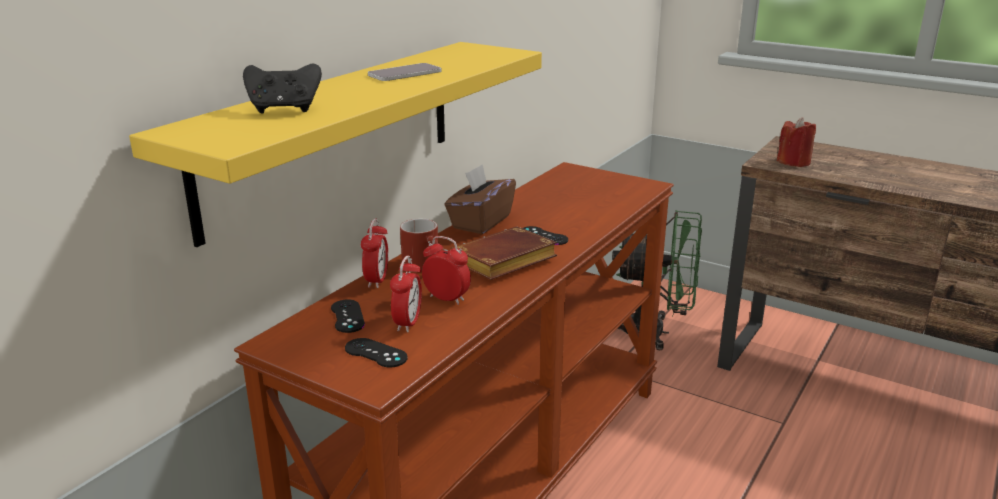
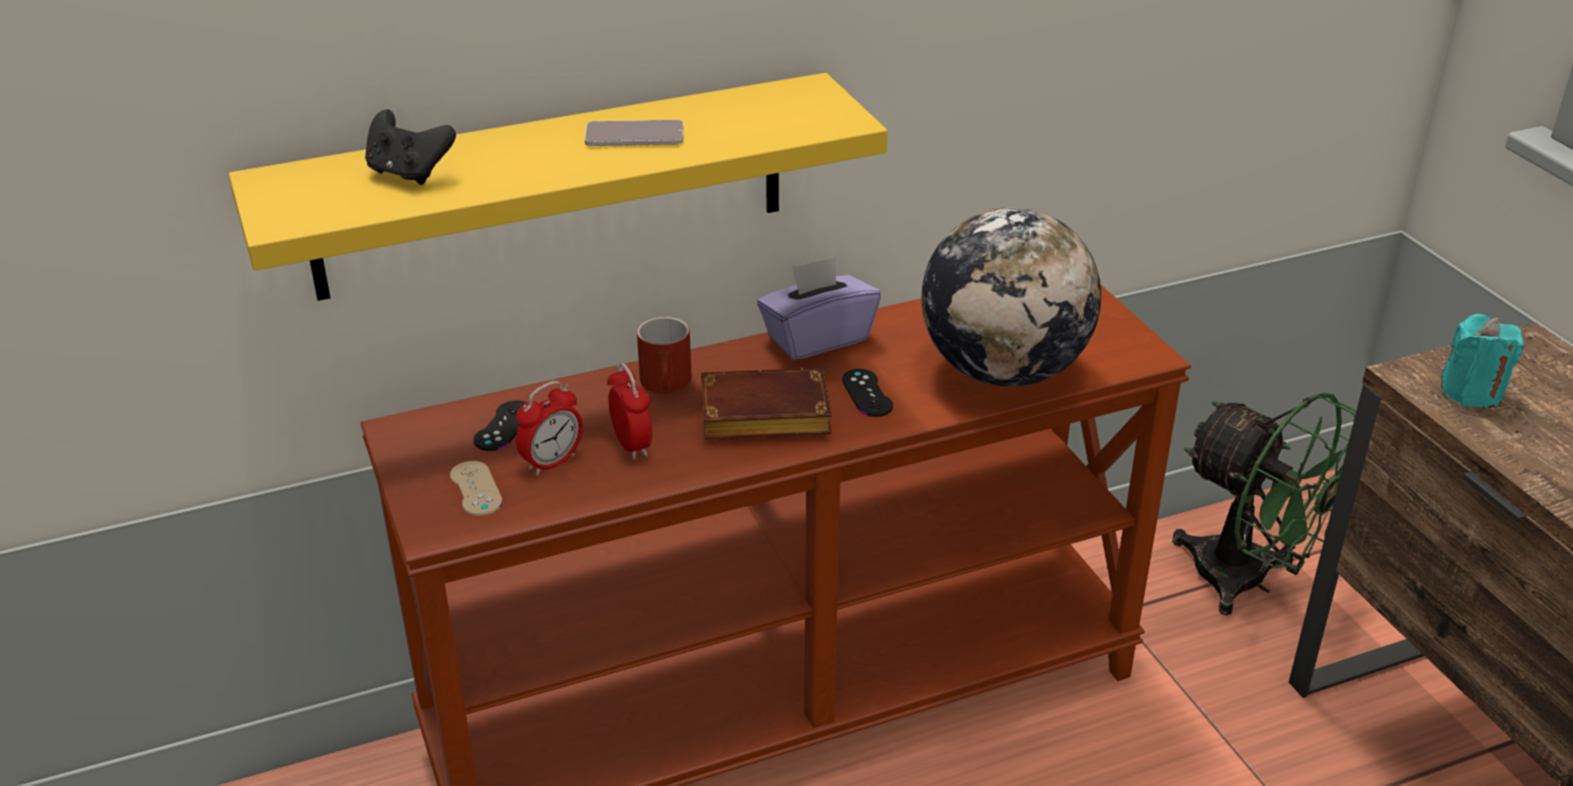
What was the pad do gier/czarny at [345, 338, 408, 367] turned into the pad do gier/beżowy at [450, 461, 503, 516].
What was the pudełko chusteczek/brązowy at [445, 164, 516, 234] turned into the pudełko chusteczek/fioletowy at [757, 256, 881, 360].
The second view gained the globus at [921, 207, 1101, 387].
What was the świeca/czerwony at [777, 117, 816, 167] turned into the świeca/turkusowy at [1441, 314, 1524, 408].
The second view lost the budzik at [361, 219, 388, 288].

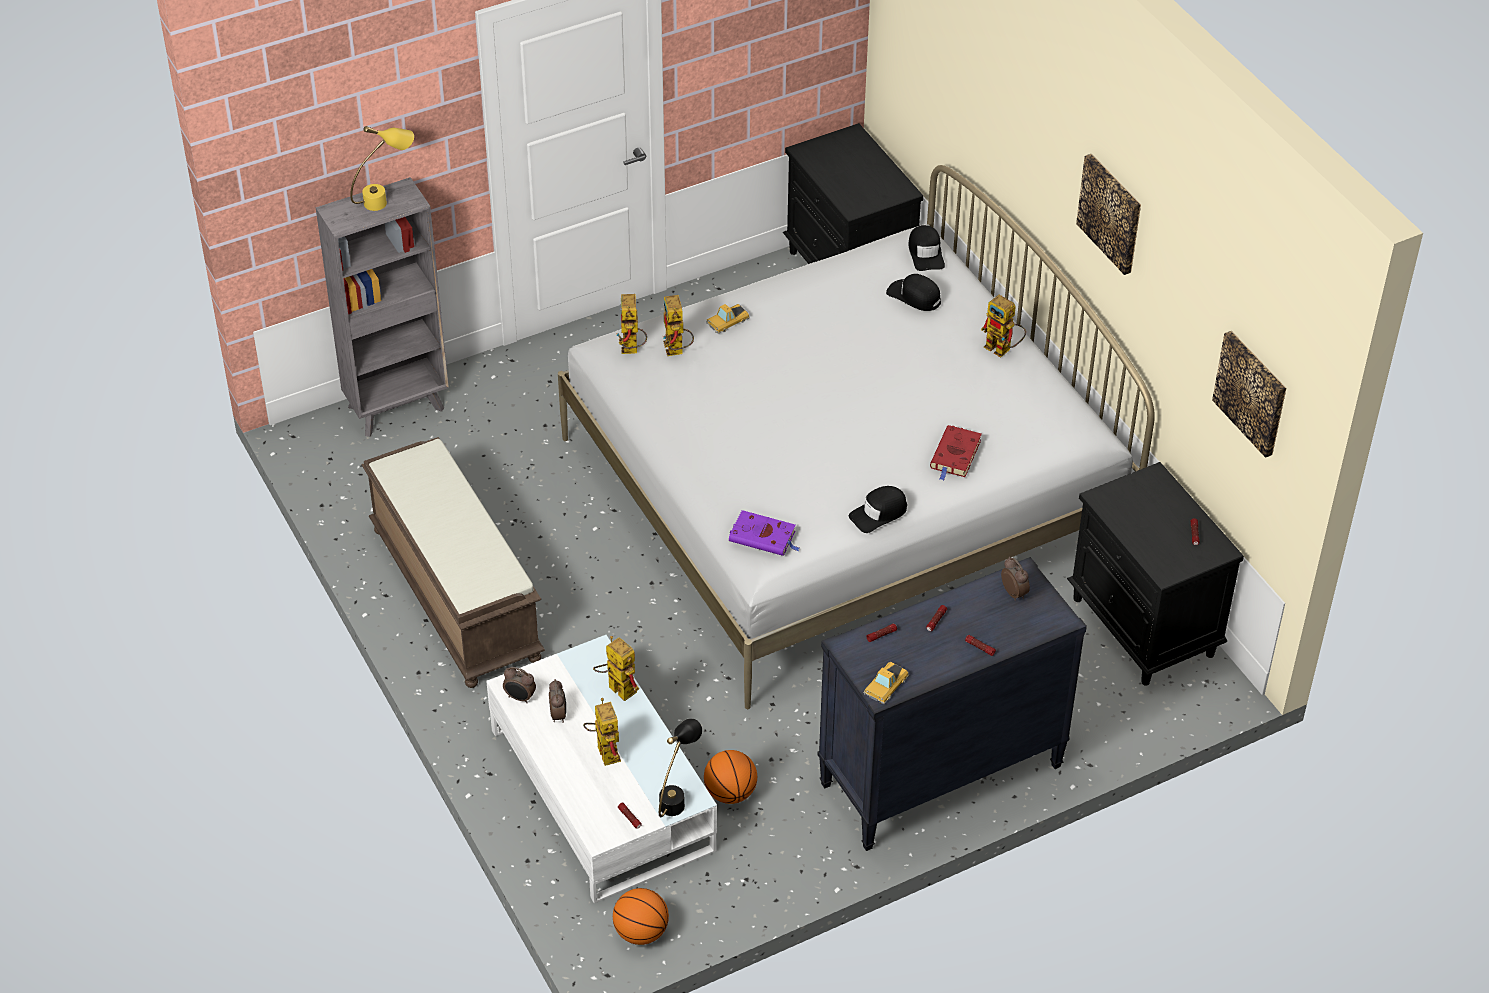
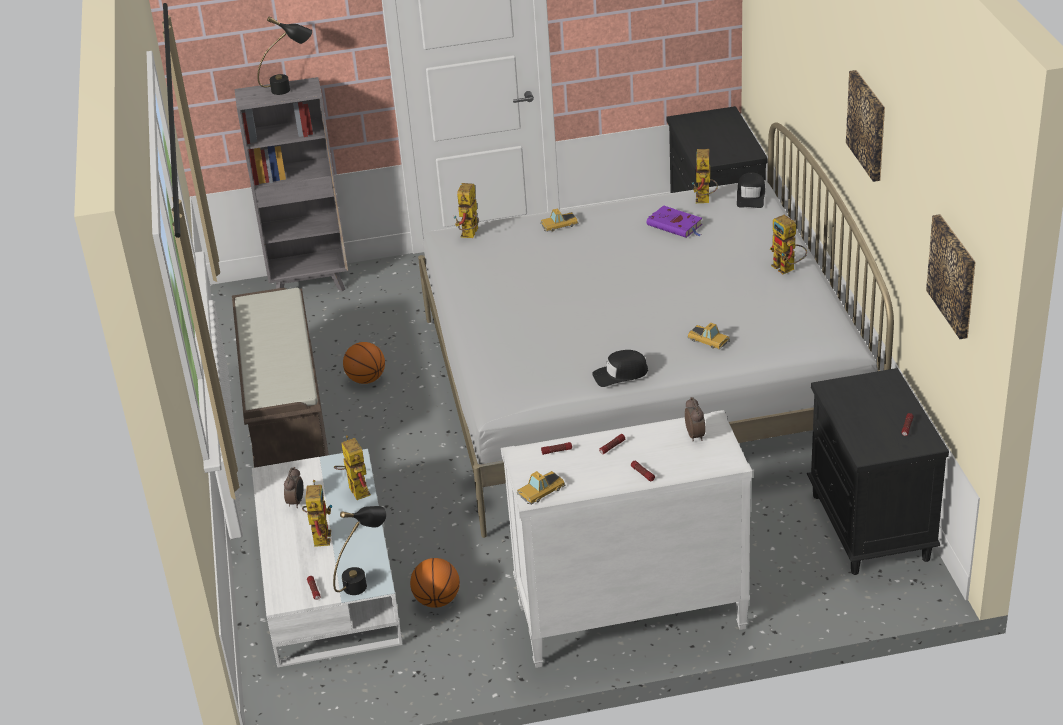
What was the lampa stołowa/żółty at [350, 126, 414, 211] turned into the lampa stołowa/czarny at [257, 16, 312, 95].
The piłka do koszykówki ended up elsewhere, having gone from [613, 888, 669, 945] to [343, 342, 385, 384].
What was the komoda/czarny at [817, 557, 1087, 851] turned into the komoda/biały at [501, 410, 753, 668].
The książka/fioletowy ended up elsewhere, having gone from [729, 510, 800, 556] to [647, 205, 702, 238].
Where the książka/czerwony stood at [930, 425, 982, 481], the samochodzik came to stand at [687, 323, 730, 349].
The robot zabawkowy ended up elsewhere, having gone from [662, 295, 694, 356] to [691, 149, 718, 203].
The second view lost the budzik at [503, 667, 536, 703].
The second view lost the czapka z daszkiem/czarny at [886, 274, 941, 311].

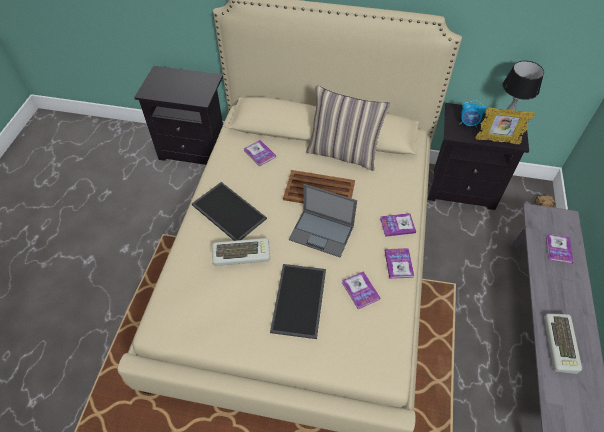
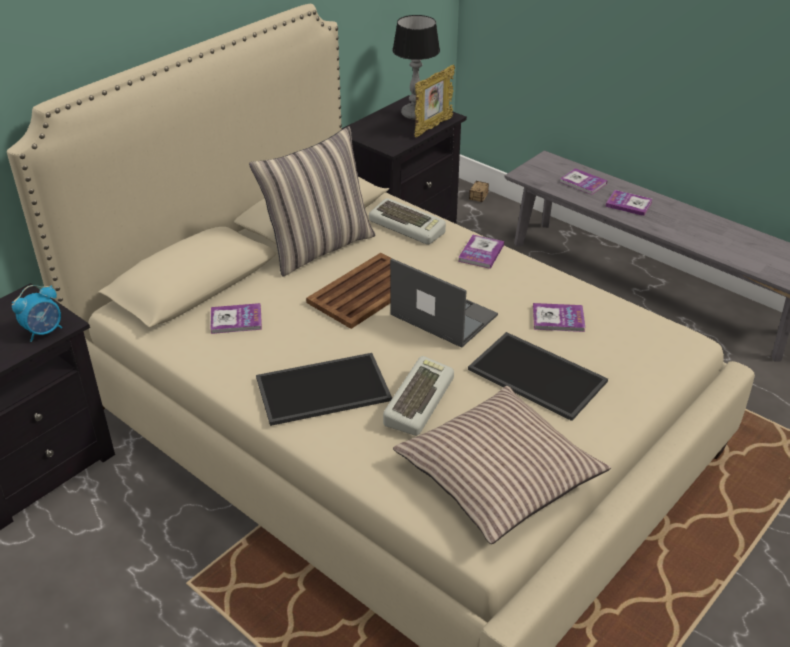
The budzik ended up elsewhere, having gone from [460, 100, 486, 128] to [12, 285, 62, 342].
The klawiatura ended up elsewhere, having gone from [544, 313, 582, 374] to [369, 198, 446, 245].
The laptop at [289, 184, 357, 257] ended up facing another way, 105 degrees counterclockwise from before.
The second view gained the poduszka at [393, 386, 611, 544].
The książka ended up elsewhere, having gone from [385, 248, 414, 279] to [605, 190, 652, 216].

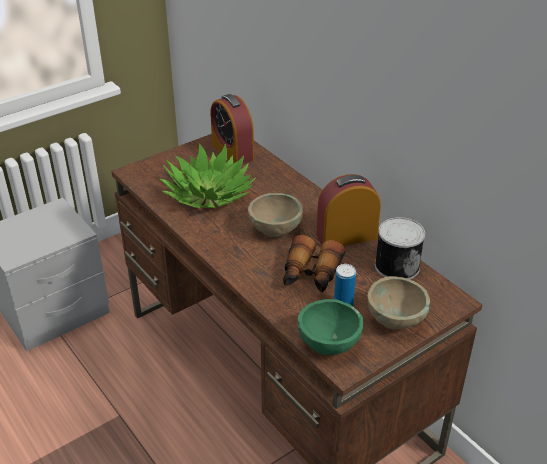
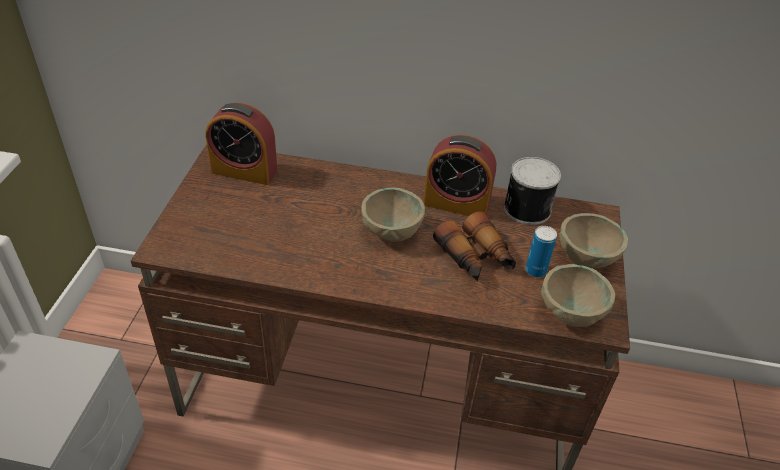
The budzik at [316, 174, 381, 246] ended up facing another way, 105 degrees counterclockwise from before.
What was the miska/zielony at [298, 299, 363, 355] turned into the miska/beżowy at [541, 264, 615, 327].
The second view lost the roślina doniczkowa at [160, 143, 256, 208].

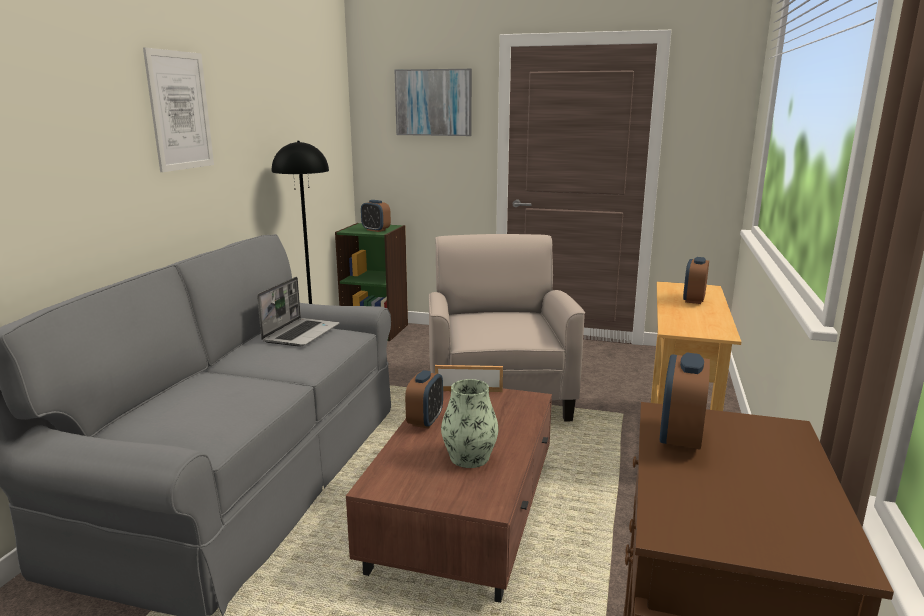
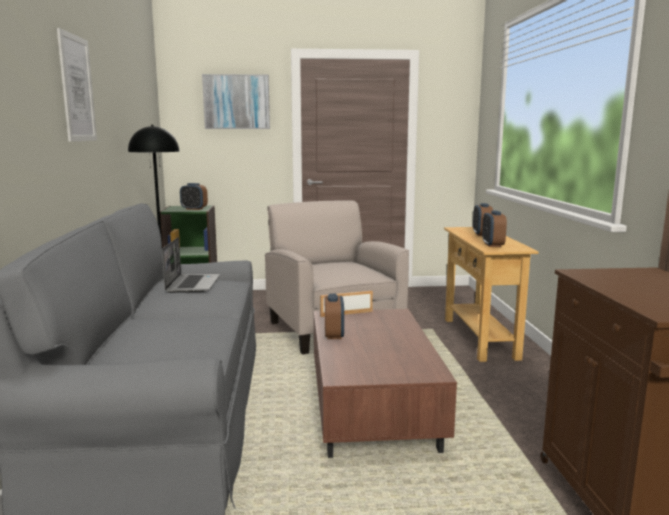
The budzik ended up elsewhere, having gone from [660, 353, 710, 452] to [482, 211, 507, 247].
The second view lost the wazon at [441, 379, 499, 468].

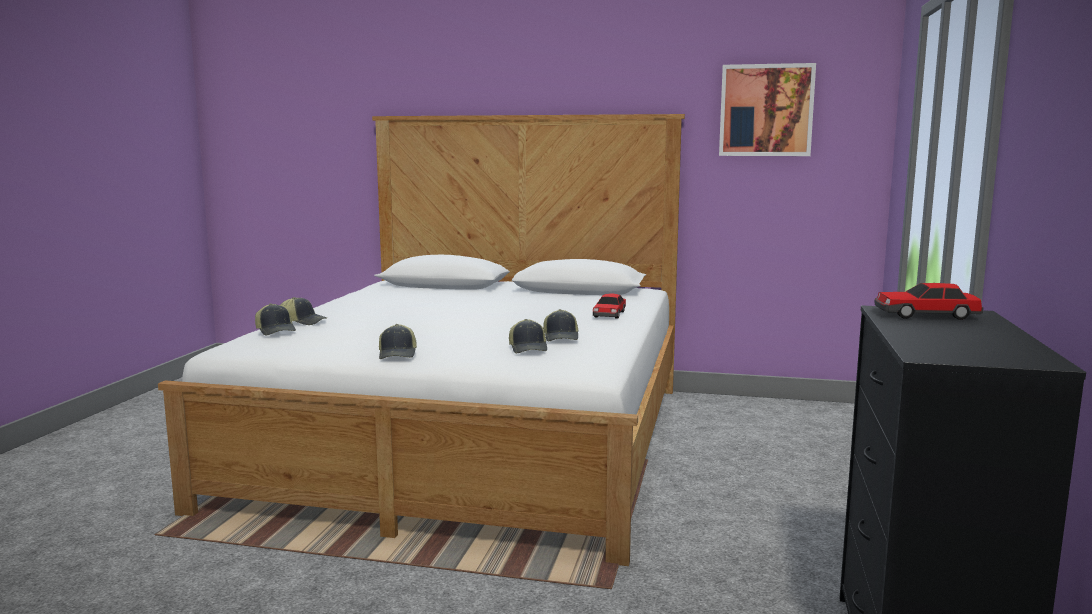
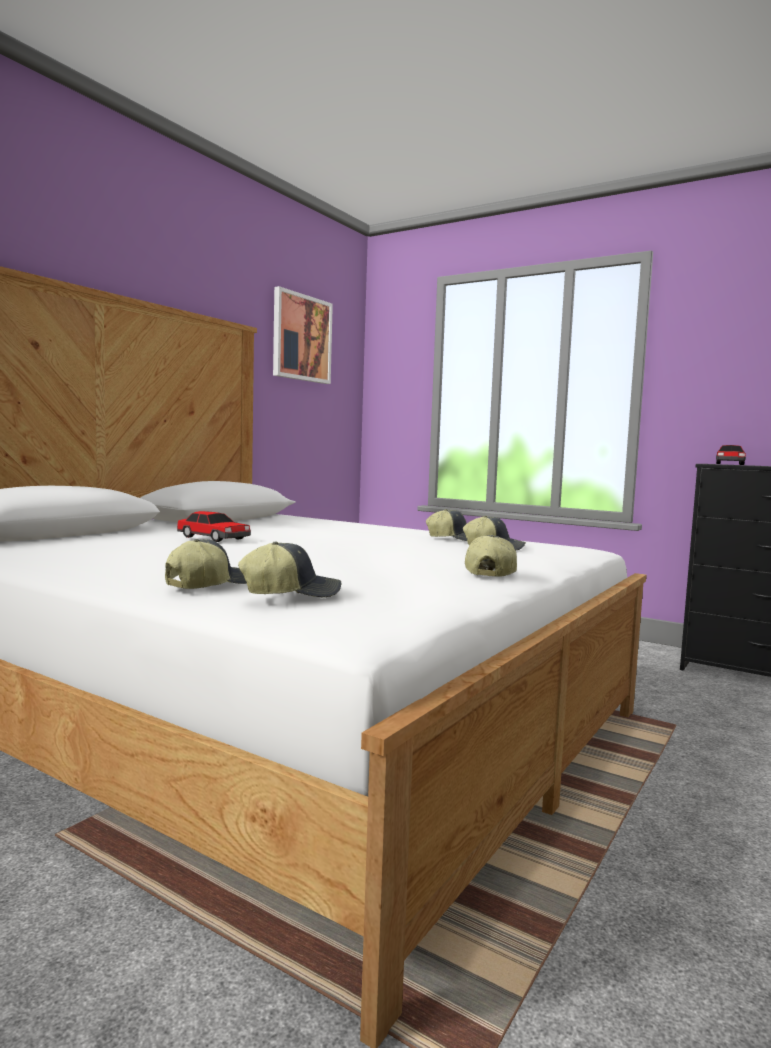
The samochodzik ended up elsewhere, having gone from [593, 294, 626, 319] to [177, 511, 251, 542].
The czapka z daszkiem at [379, 324, 417, 359] ended up facing another way, 90 degrees counterclockwise from before.

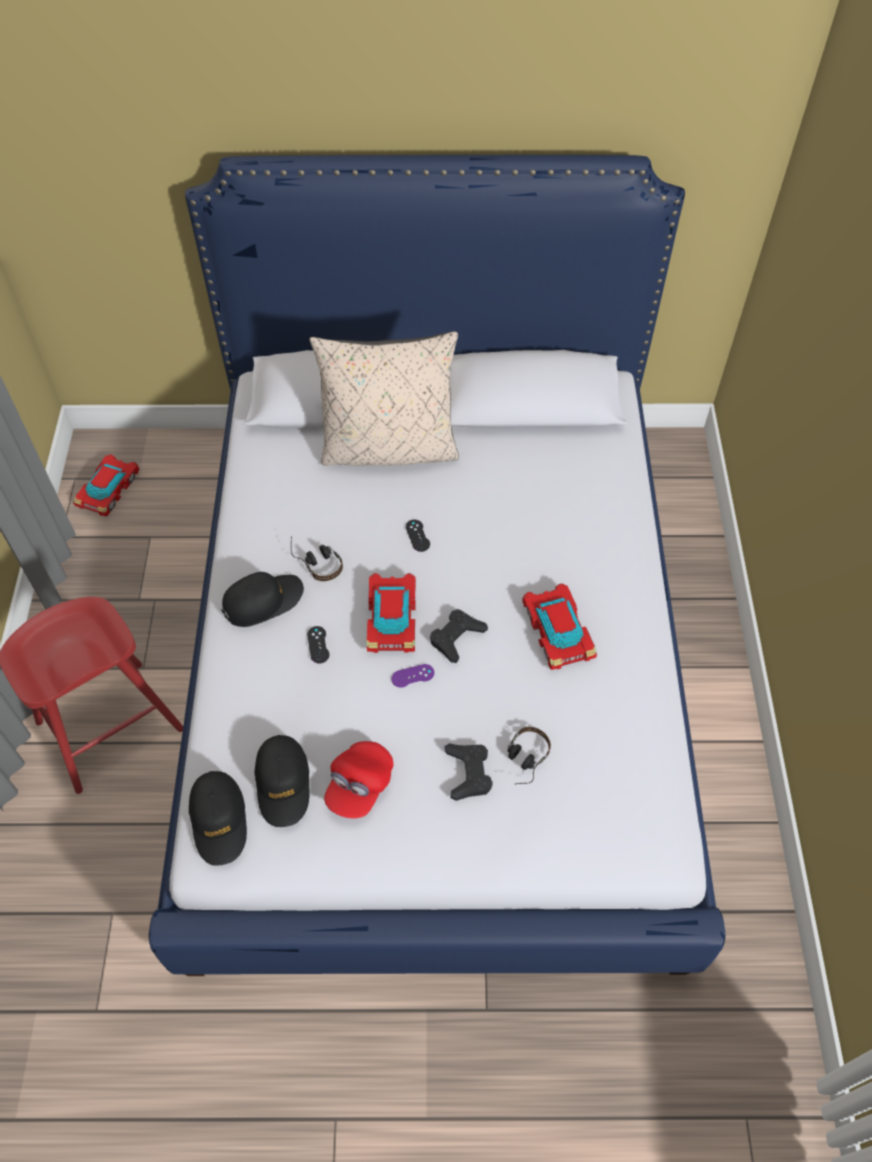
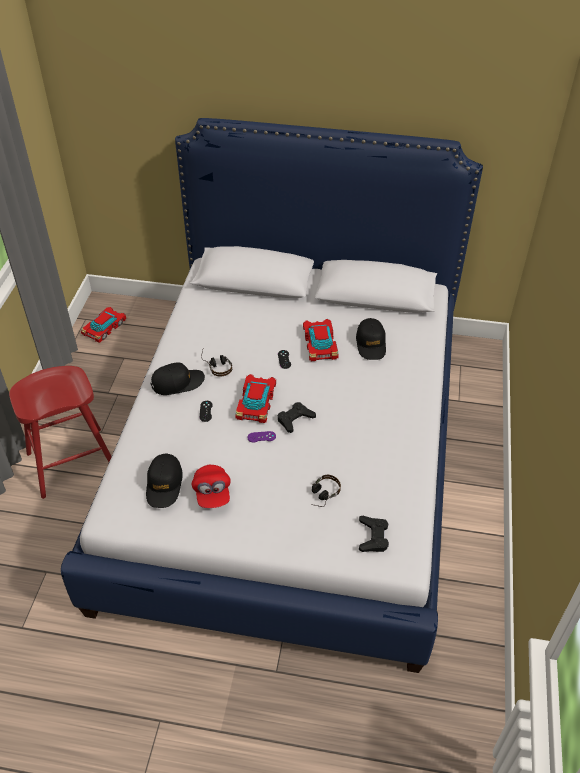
The czapka z daszkiem/czerwony at [324, 741, 394, 818] ended up facing another way, 45 degrees counterclockwise from before.
The samochodzik ended up elsewhere, having gone from [522, 583, 597, 670] to [303, 319, 339, 361].
The czapka z daszkiem/czarny ended up elsewhere, having gone from [189, 771, 247, 866] to [356, 318, 386, 360].
The pad do gier/czarny ended up elsewhere, having gone from [445, 743, 493, 801] to [359, 516, 389, 552].
The second view lost the poduszka/beżowy at [310, 331, 459, 466].

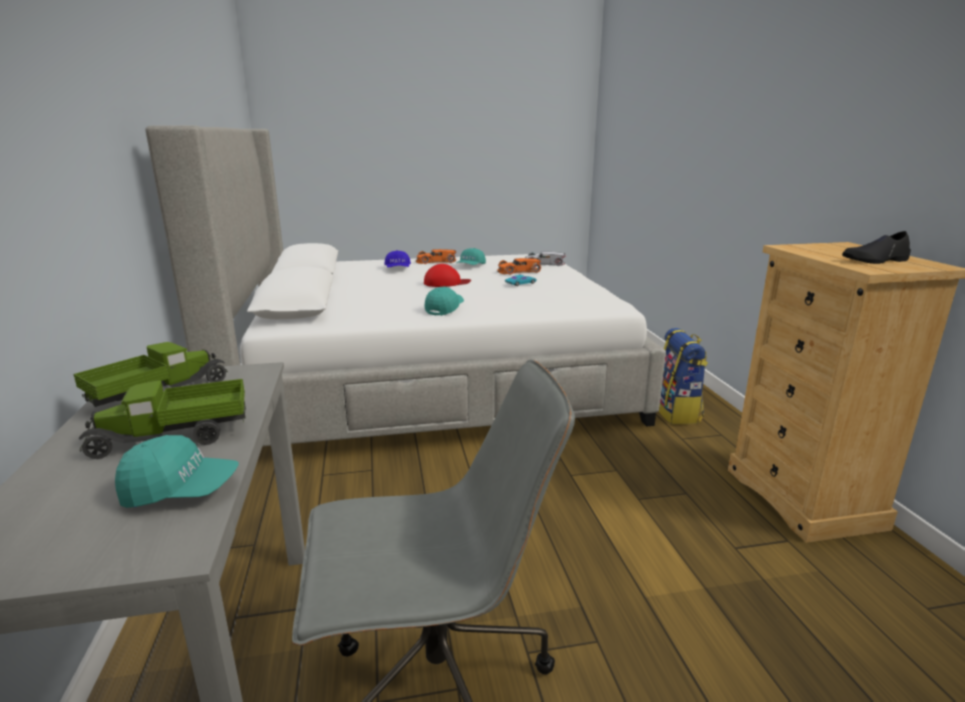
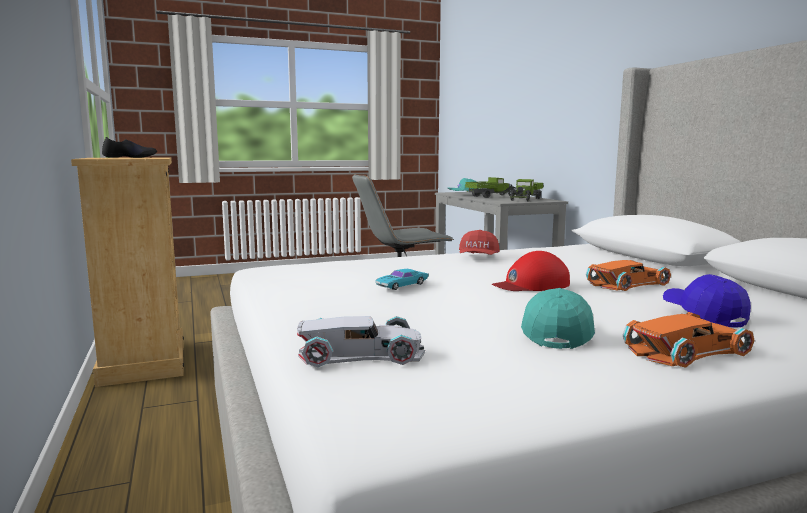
What was the czapka z daszkiem/turkusowy at [425, 286, 464, 316] turned into the czapka z daszkiem/czerwony at [459, 230, 500, 255].
The samochodzik/pomarańczowy ended up elsewhere, having gone from [497, 258, 541, 275] to [586, 260, 671, 291].
The second view lost the plecak at [659, 328, 708, 424].

